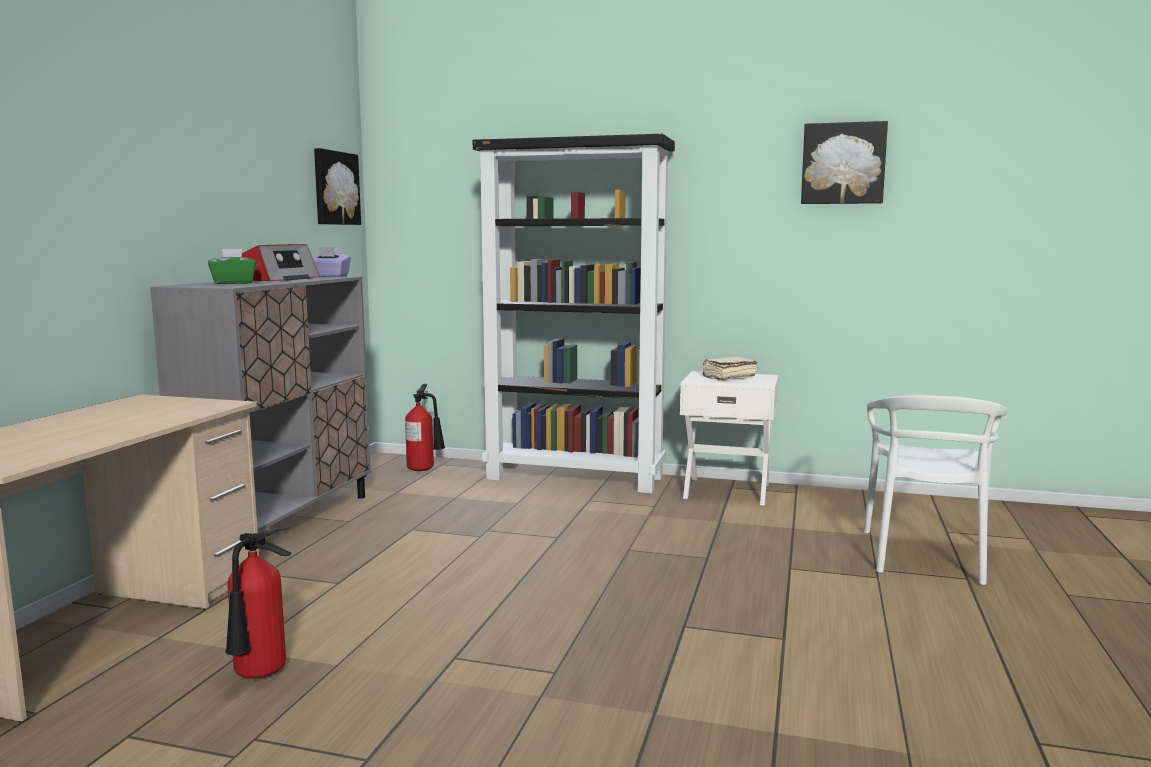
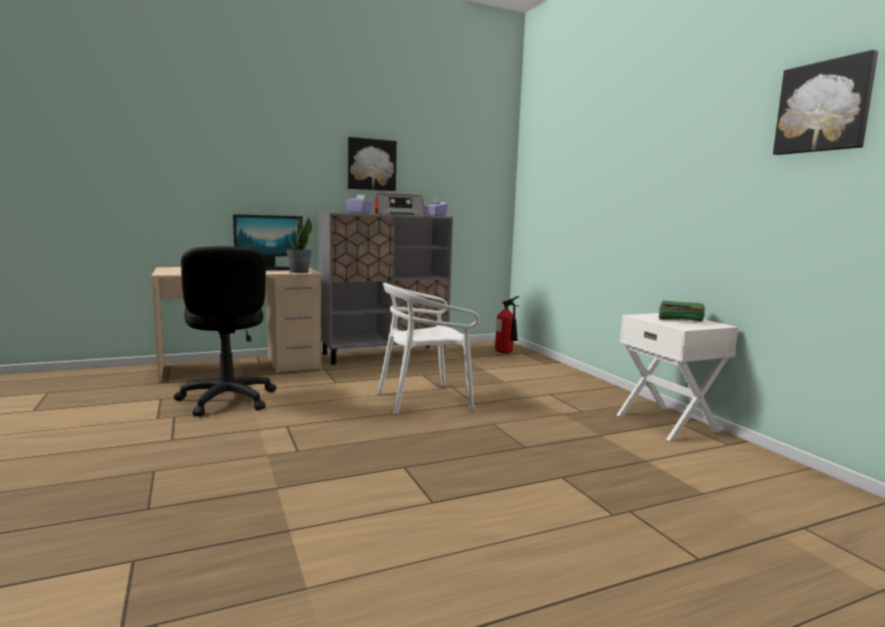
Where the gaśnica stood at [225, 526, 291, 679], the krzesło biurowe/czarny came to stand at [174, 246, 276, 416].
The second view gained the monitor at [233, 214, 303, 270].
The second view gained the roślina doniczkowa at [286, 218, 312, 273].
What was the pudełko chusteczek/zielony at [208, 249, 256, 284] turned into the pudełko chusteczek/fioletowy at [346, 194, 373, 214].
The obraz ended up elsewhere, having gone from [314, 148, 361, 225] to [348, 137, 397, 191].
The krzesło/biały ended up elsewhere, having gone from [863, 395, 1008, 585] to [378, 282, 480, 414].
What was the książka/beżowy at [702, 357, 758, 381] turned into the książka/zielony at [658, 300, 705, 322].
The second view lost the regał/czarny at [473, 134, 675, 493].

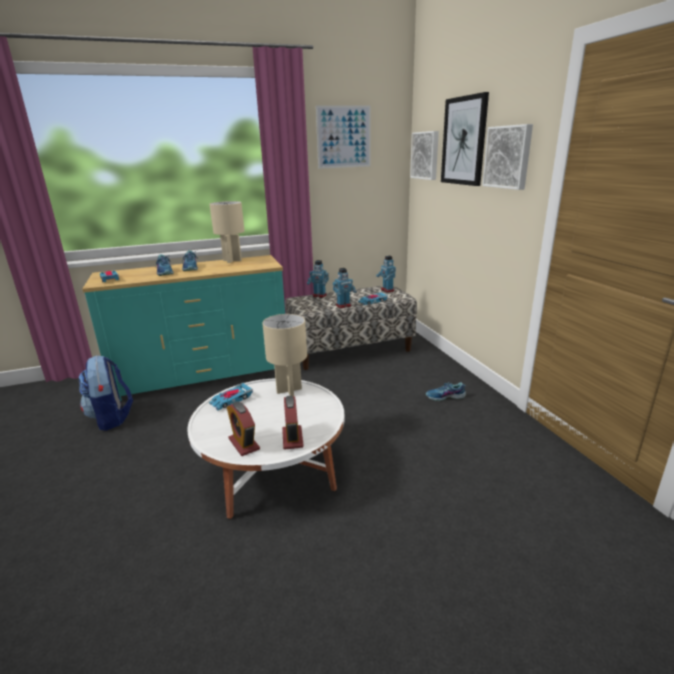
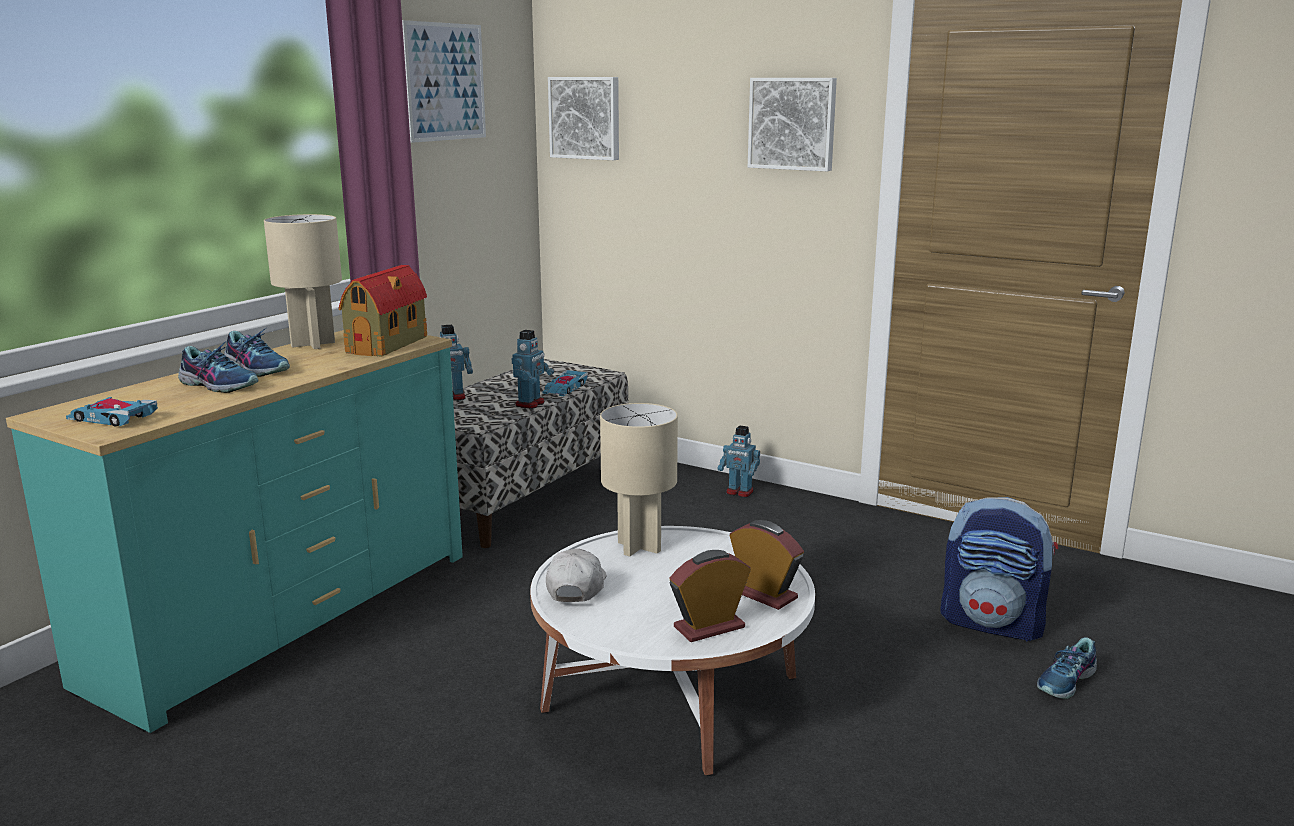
The second view gained the domek at [338, 265, 427, 357].
Where the samochodzik stood at [209, 383, 253, 410], the czapka z daszkiem/biały came to stand at [546, 548, 606, 602].
The budzik at [227, 402, 260, 456] ended up facing another way, 135 degrees clockwise from before.
The robot zabawkowy ended up elsewhere, having gone from [376, 256, 396, 292] to [718, 425, 760, 497].
The plecak ended up elsewhere, having gone from [79, 355, 133, 431] to [940, 497, 1058, 641].
The but ended up elsewhere, having gone from [426, 382, 466, 401] to [1037, 637, 1097, 699].
The second view lost the obraz at [441, 92, 489, 186].

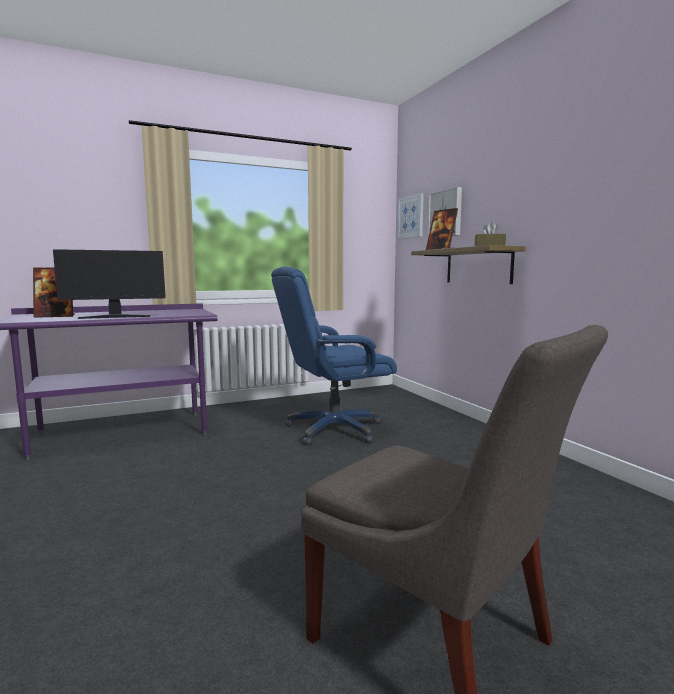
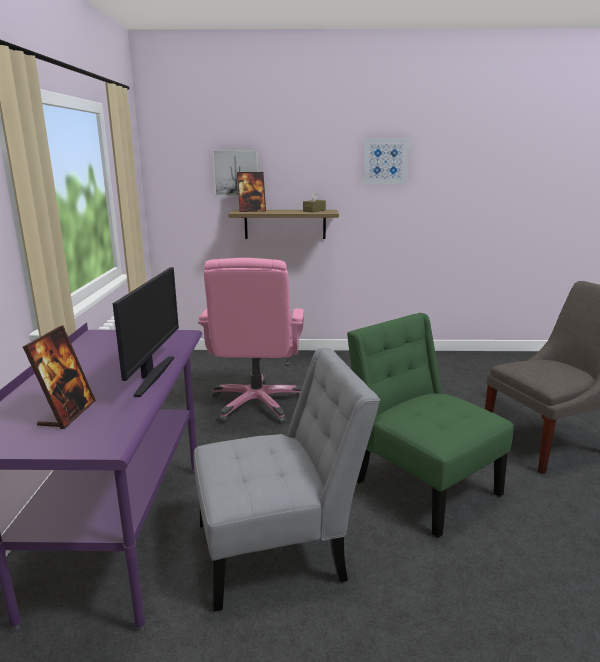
The second view gained the krzesło/szary at [194, 348, 380, 612].
What was the krzesło biurowe/niebieski at [271, 267, 397, 445] turned into the krzesło biurowe/różowy at [198, 258, 304, 424].
The second view gained the krzesło/zielony at [347, 313, 514, 538].
The obraz ended up elsewhere, having gone from [397, 193, 424, 239] to [362, 138, 410, 185].

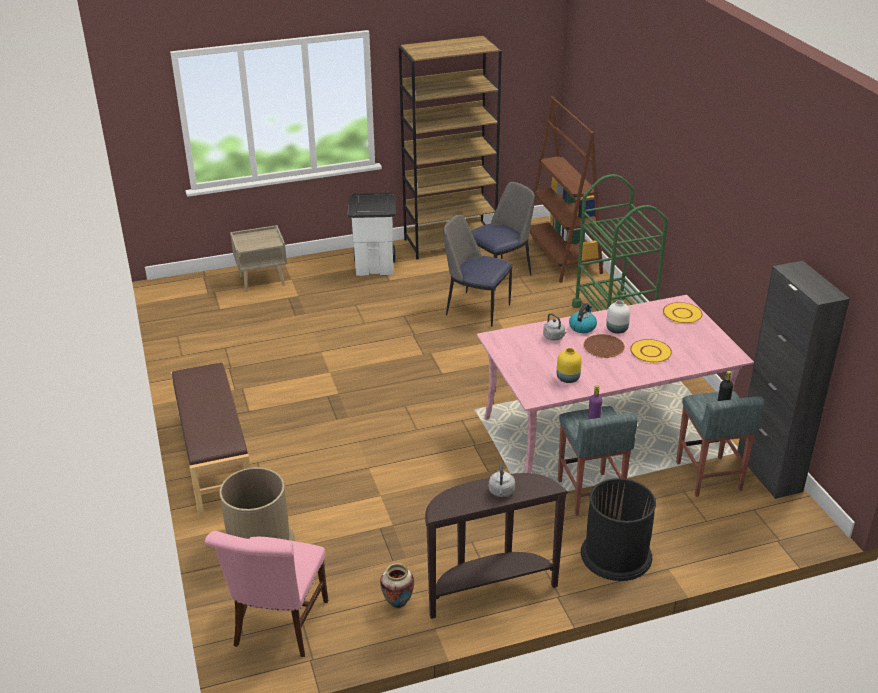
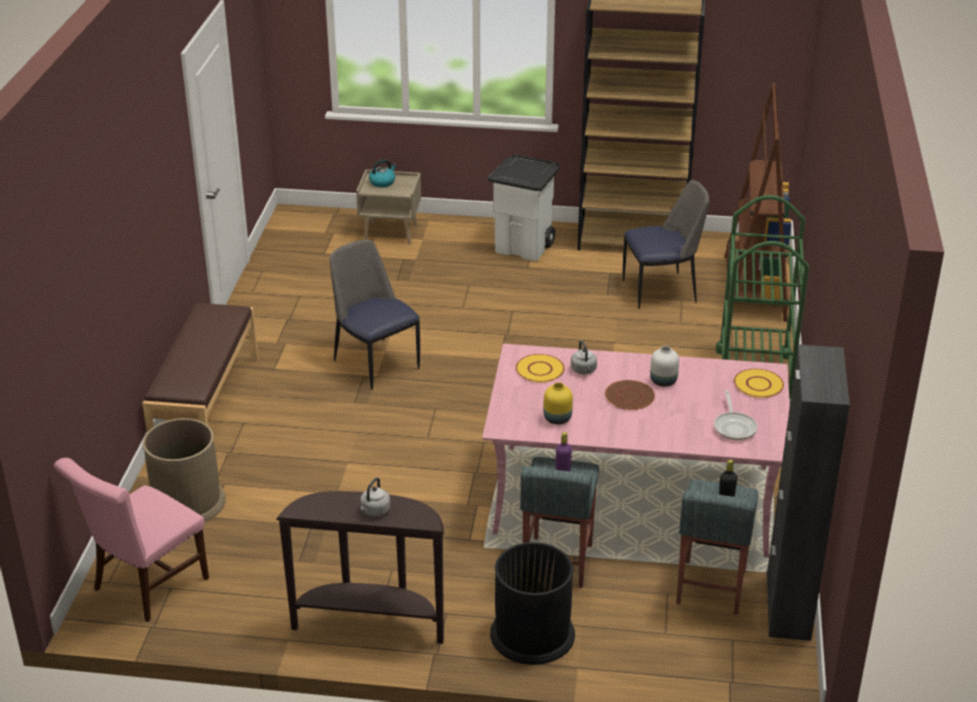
The krzesło ended up elsewhere, having gone from [443, 215, 512, 327] to [330, 240, 420, 389].
The czajnik ended up elsewhere, having gone from [569, 303, 597, 333] to [369, 159, 397, 187].
The talerz/żółty ended up elsewhere, having gone from [630, 339, 672, 363] to [516, 354, 565, 382].
The second view gained the patelnia at [714, 390, 757, 440].
The second view lost the wazon at [380, 563, 414, 608].

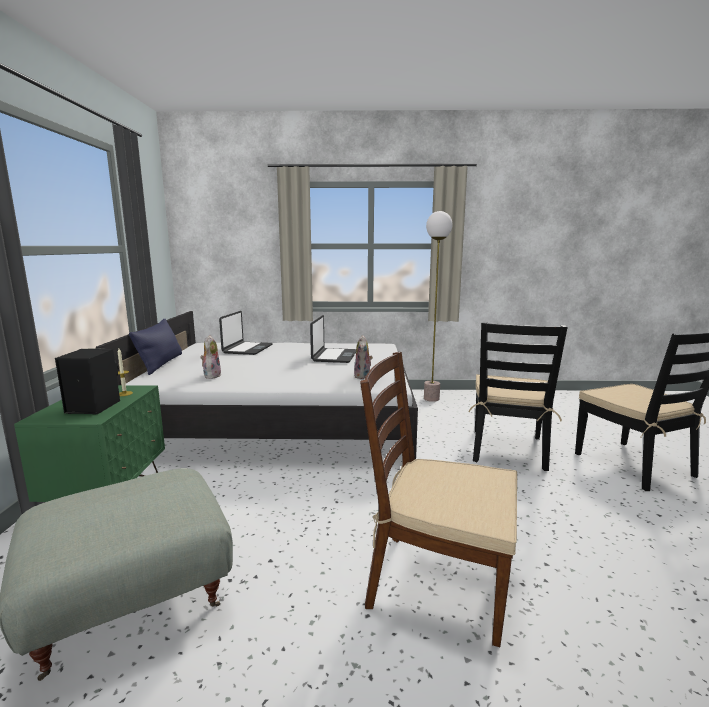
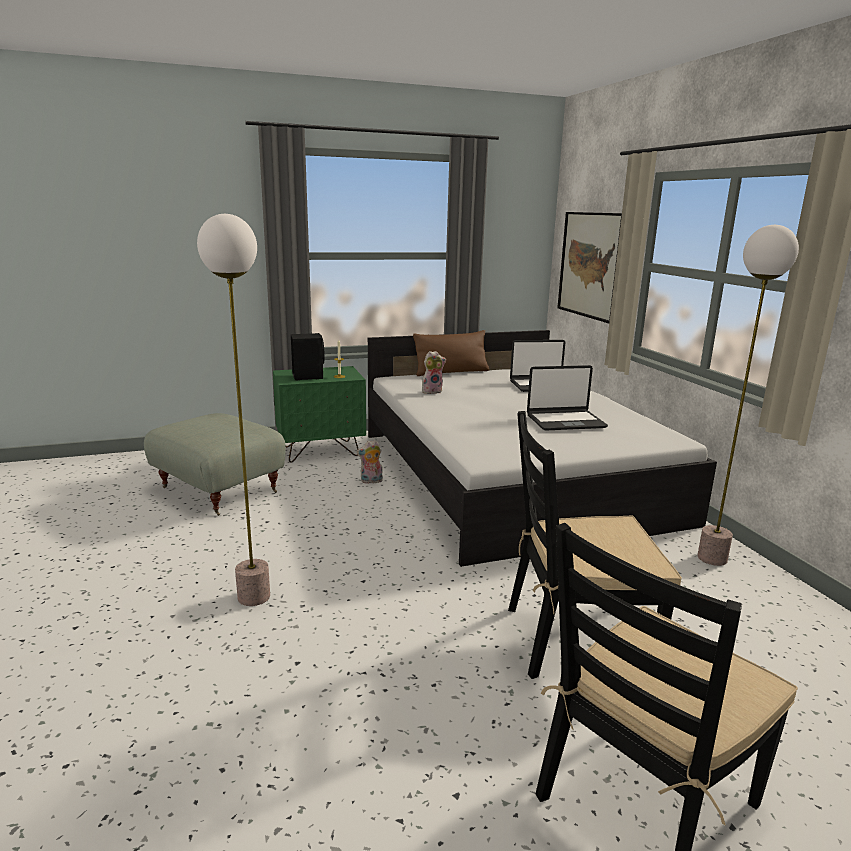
Where the krzesło/brązowy stood at [360, 352, 517, 647], the lampa stojąca came to stand at [197, 214, 270, 606].
The pluszak ended up elsewhere, having gone from [354, 335, 373, 379] to [357, 440, 383, 484].
What was the poduszka/niebieski at [129, 318, 182, 375] turned into the poduszka/brązowy at [413, 330, 489, 376].
The second view gained the obraz at [557, 212, 622, 323].

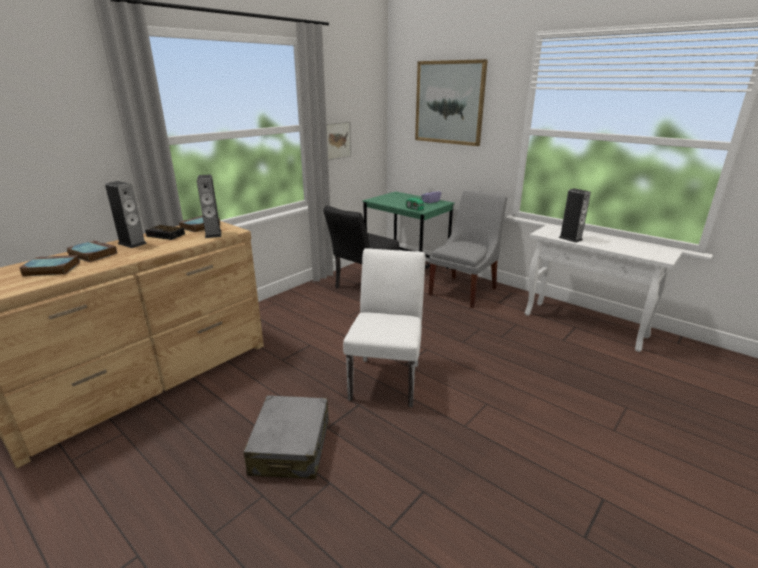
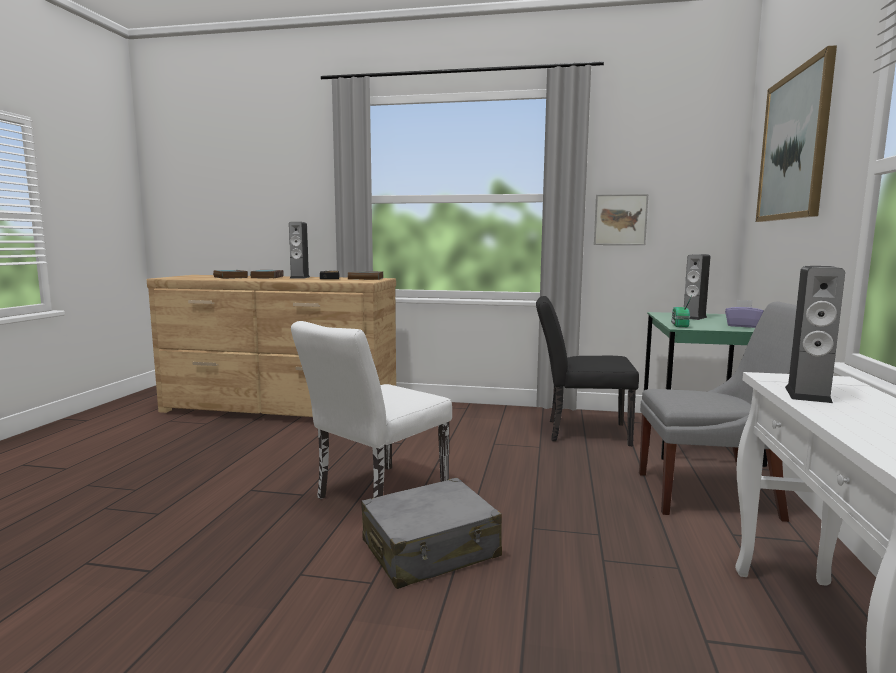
The krzesło/biały at [343, 248, 425, 407] ended up facing another way, 150 degrees clockwise from before.
The walizka/szary ended up elsewhere, having gone from [244, 395, 329, 480] to [361, 478, 502, 589].
The głośnik ended up elsewhere, having gone from [197, 175, 221, 238] to [684, 254, 710, 320].

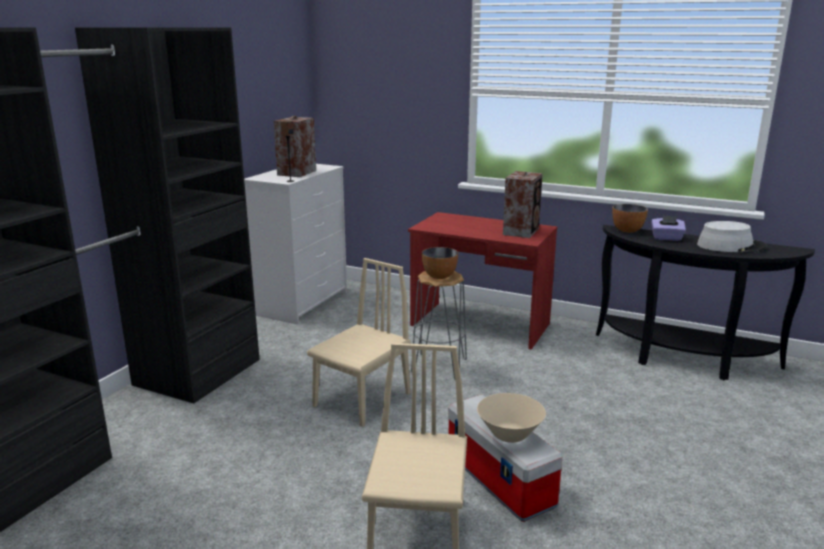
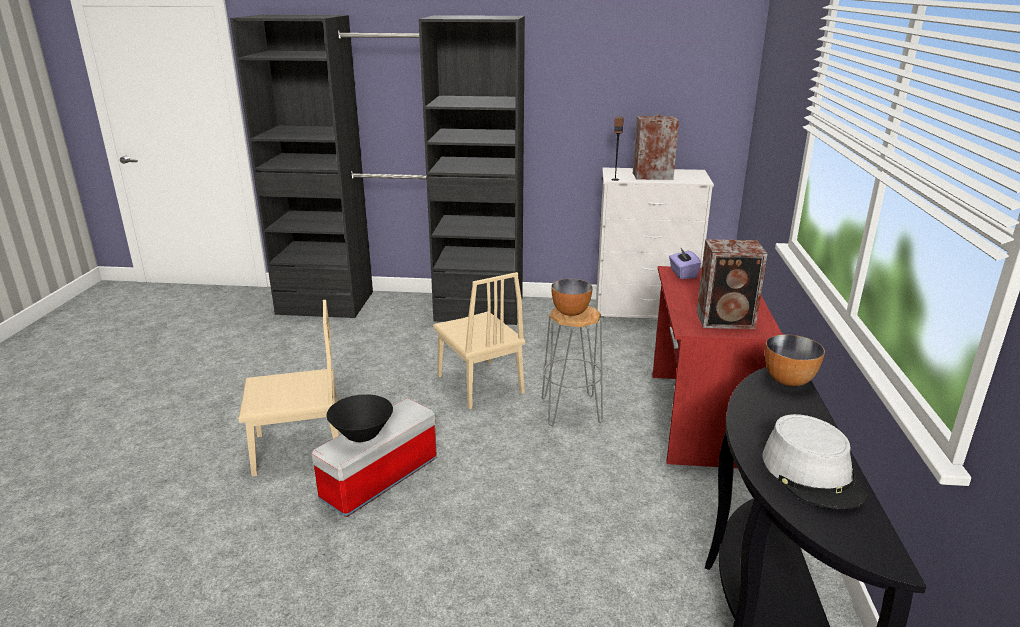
What was the miska/beżowy at [477, 393, 546, 443] turned into the miska/czarny at [327, 394, 393, 442].
The krzesło/beżowy at [307, 258, 411, 427] ended up facing another way, 45 degrees clockwise from before.
The pudełko chusteczek/fioletowy ended up elsewhere, having gone from [651, 215, 686, 241] to [669, 248, 701, 279].

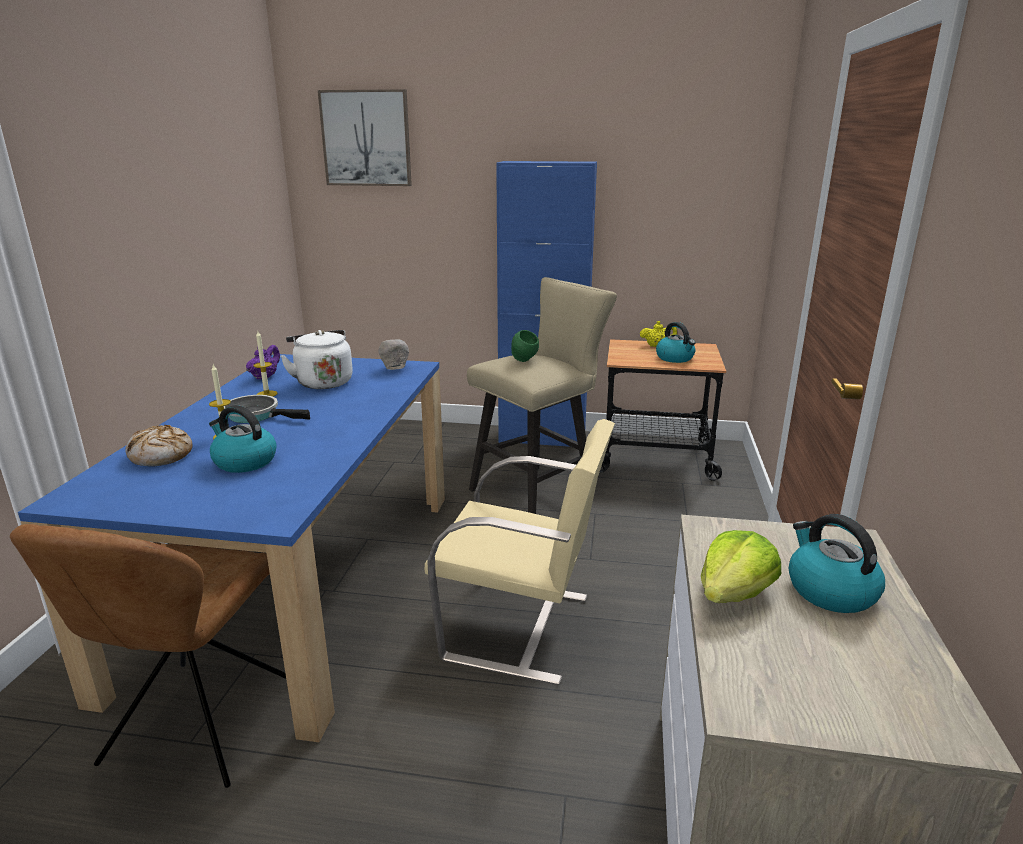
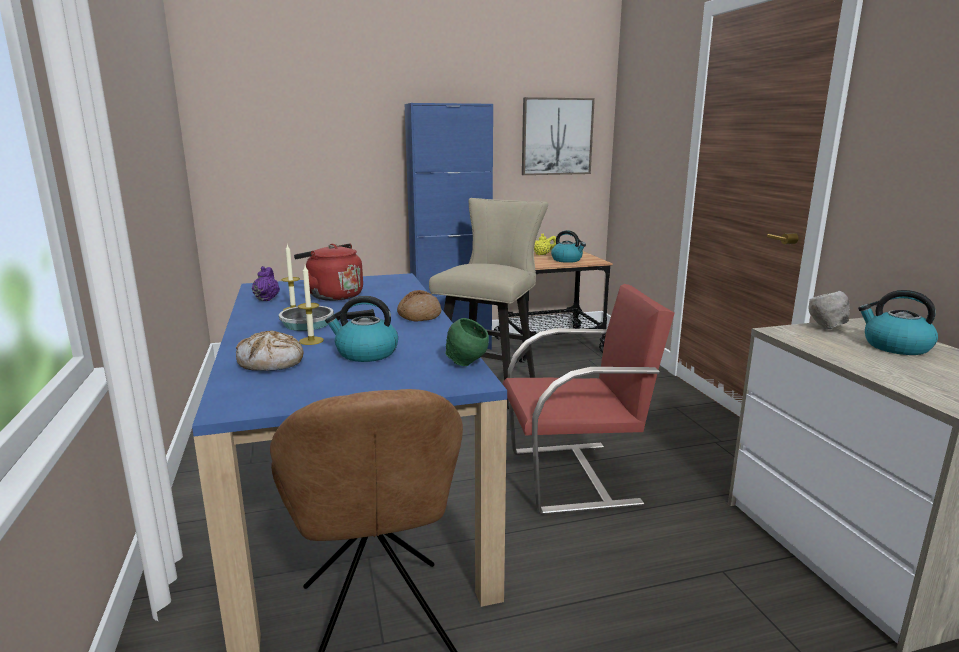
What was the czajnik/biały at [280, 330, 353, 389] turned into the czajnik/czerwony at [294, 244, 363, 301].
The second view gained the chleb at [397, 290, 441, 321].
The miska/zielony ended up elsewhere, having gone from [511, 330, 539, 362] to [445, 318, 489, 366].
What was the krzesło/beżowy at [425, 419, 615, 685] turned into the krzesło/czerwony at [503, 284, 675, 515].
The obraz ended up elsewhere, having gone from [318, 89, 412, 186] to [522, 97, 595, 175].
The miska/szary ended up elsewhere, having gone from [379, 339, 409, 370] to [809, 291, 850, 330].
The second view lost the sałata at [701, 530, 781, 603].

